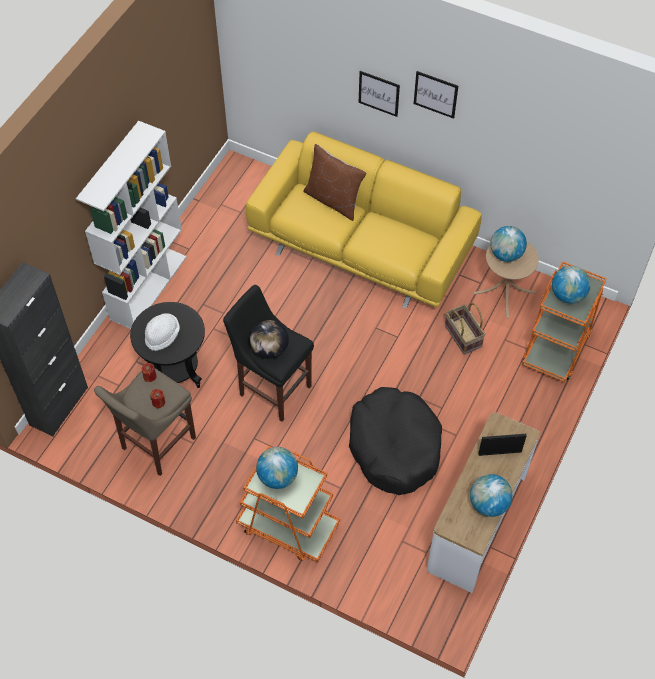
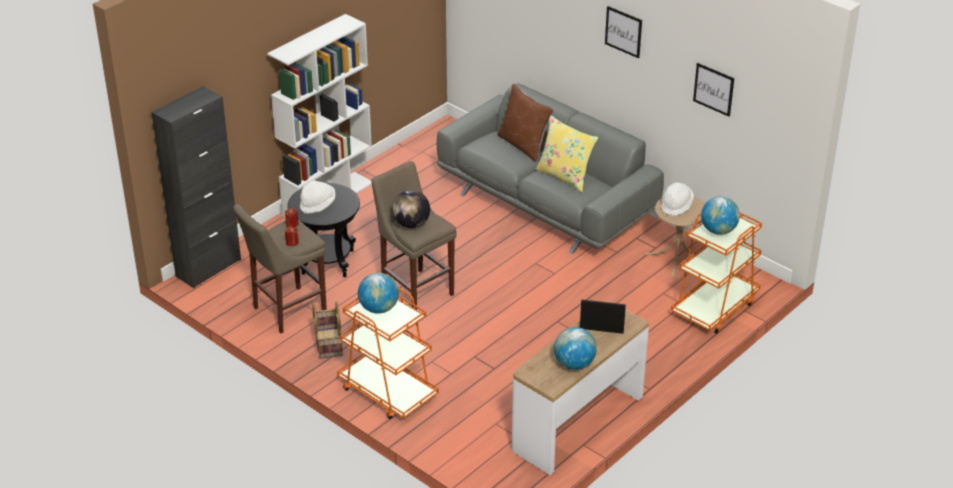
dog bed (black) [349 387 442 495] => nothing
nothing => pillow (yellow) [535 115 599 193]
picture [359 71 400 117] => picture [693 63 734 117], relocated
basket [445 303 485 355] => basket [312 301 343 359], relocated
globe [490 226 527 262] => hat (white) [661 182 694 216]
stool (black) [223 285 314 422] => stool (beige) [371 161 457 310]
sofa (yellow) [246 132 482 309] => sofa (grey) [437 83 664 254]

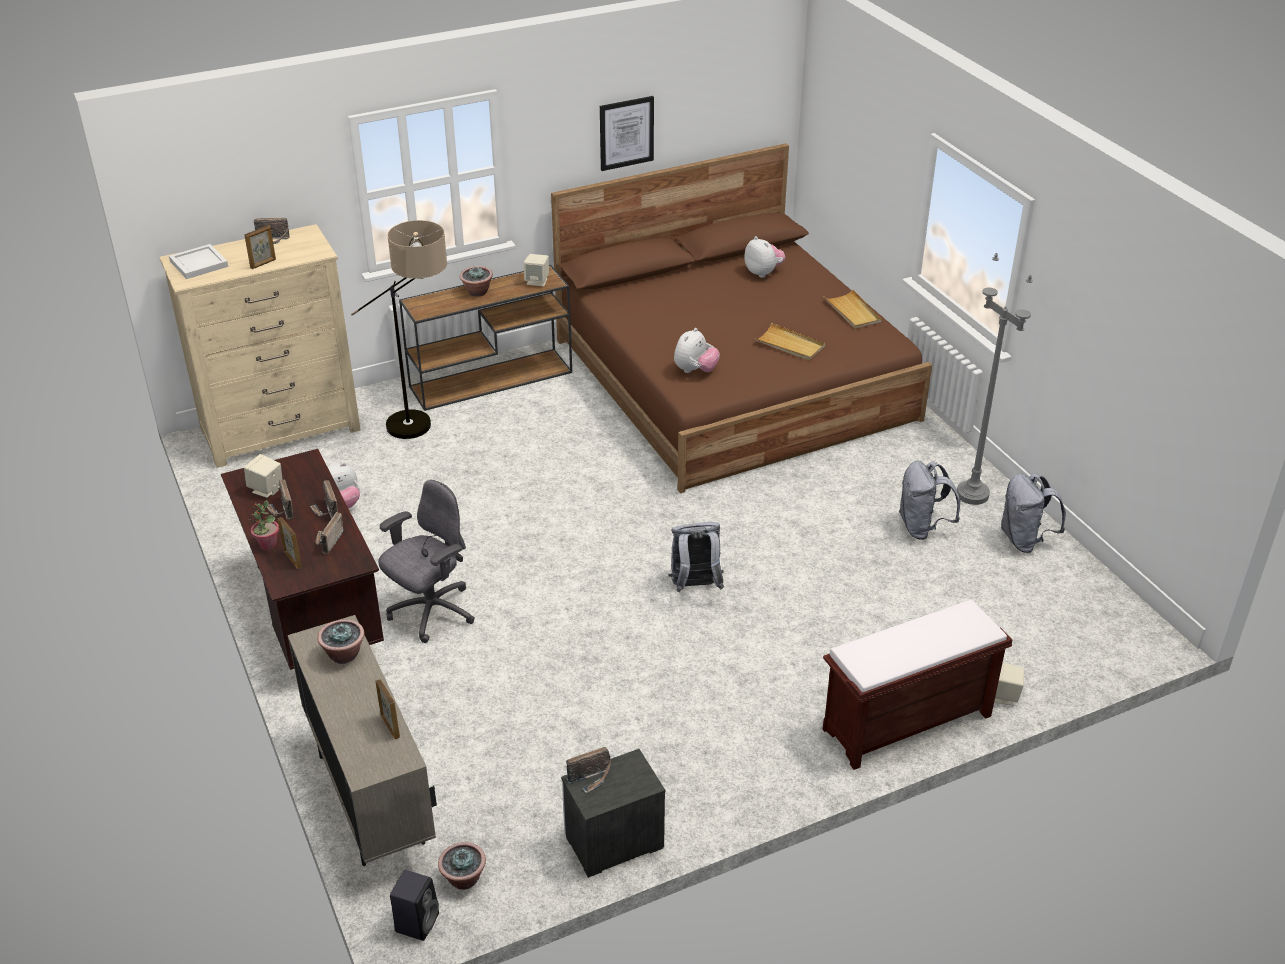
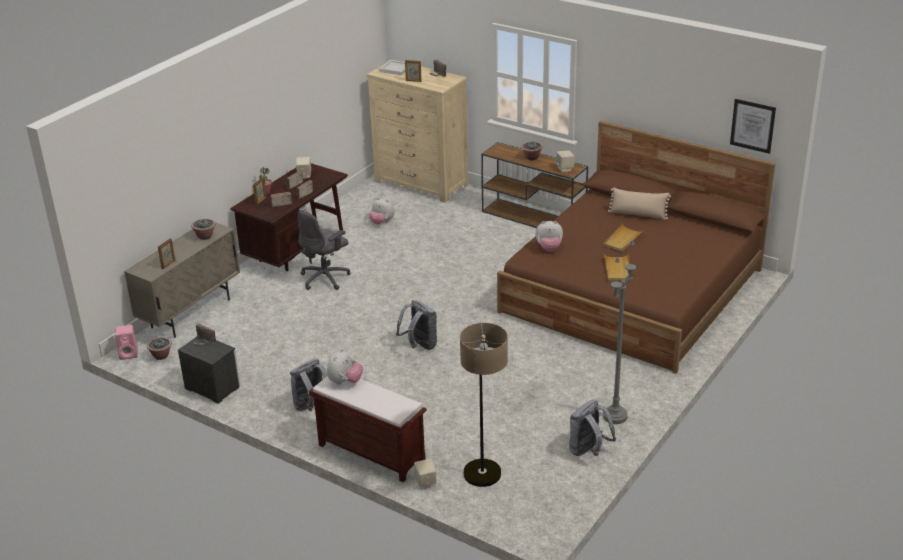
nothing => pillow (beige) [608 187 671 220]
floor lamp [351 220 447 439] => floor lamp [460 323 508 487], relocated
picture [600 96 654 171] => picture [730 99 776 154], relocated
plush toy [744 236 785 278] => plush toy [327 349 363 385], relocated
tray (beige) [823 289 882 329] => tray (beige) [603 224 644 252], relocated
backpack (grey) [899 461 960 540] => backpack (grey) [290 359 327 411], relocated
speaker (black) [390 870 439 941] => speaker (pink) [115 325 138 360]
office chair (grey) [378 480 475 643] => office chair (grey) [298 210 350 290], 120 degrees clockwise

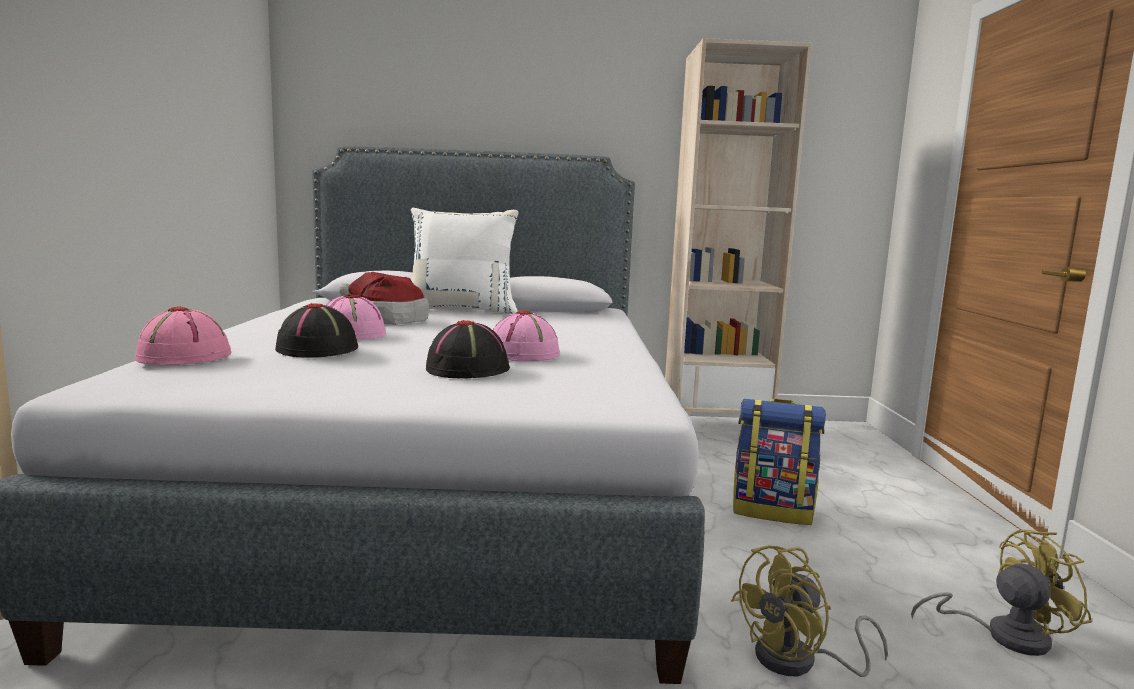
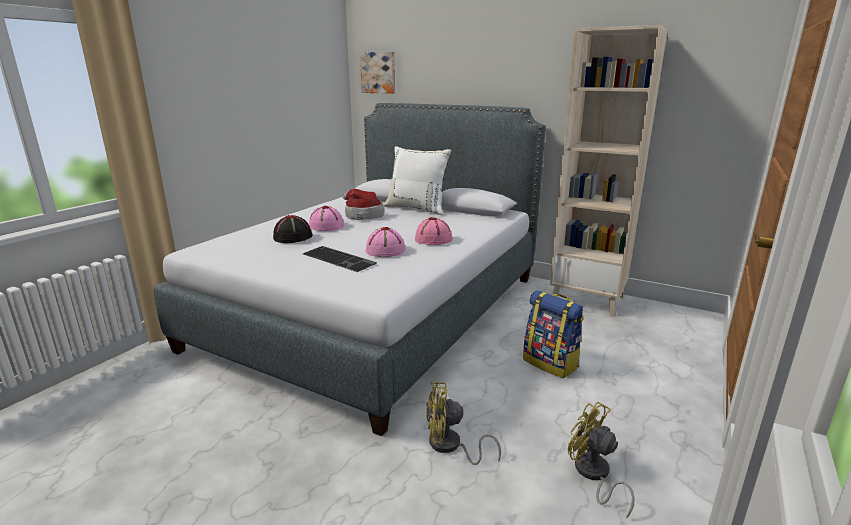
nothing => picture [360 51 395 94]
hat (pink) [135 306 231 365] => hat (pink) [415 217 453 245], relocated
hat (black) [426 320 510 378] => keyboard [303 246 377 272]
fan (yellow) [911 530 1092 656] => fan (yellow) [568 402 635 518], 150 degrees counterclockwise

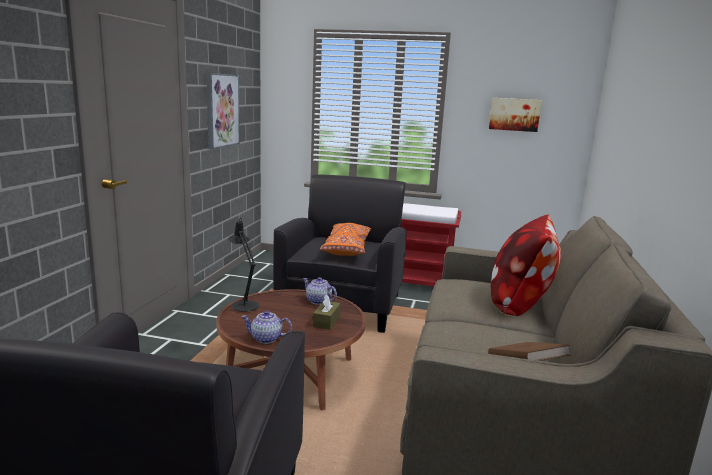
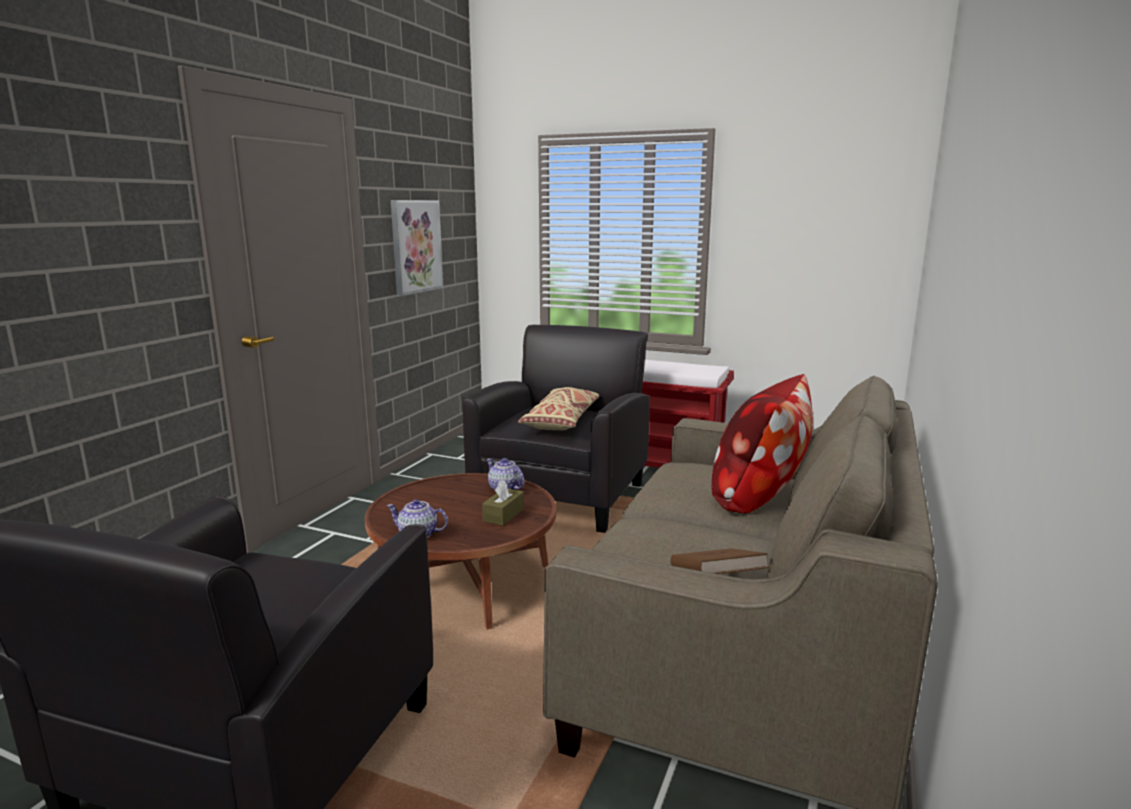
table lamp (black) [228 219 259 312] => nothing
picture [489 98 542 132] => nothing
pillow (orange) [320 223 371 256] => pillow (beige) [518 387 599 430]

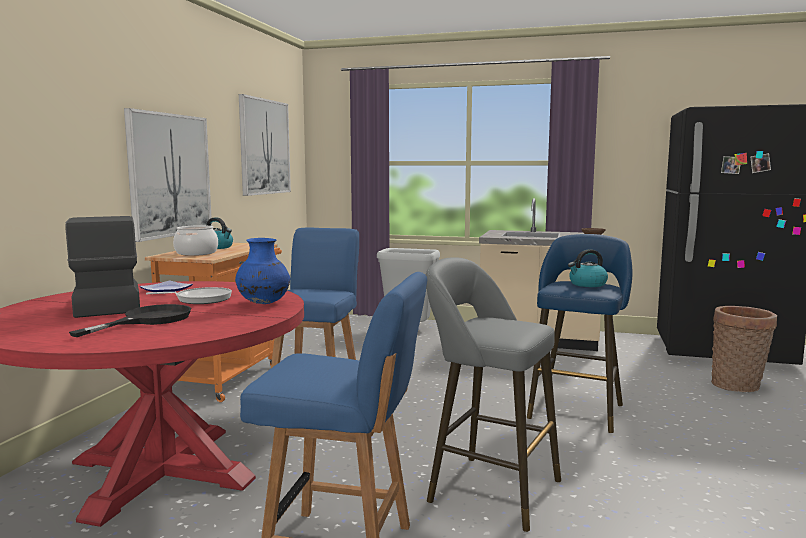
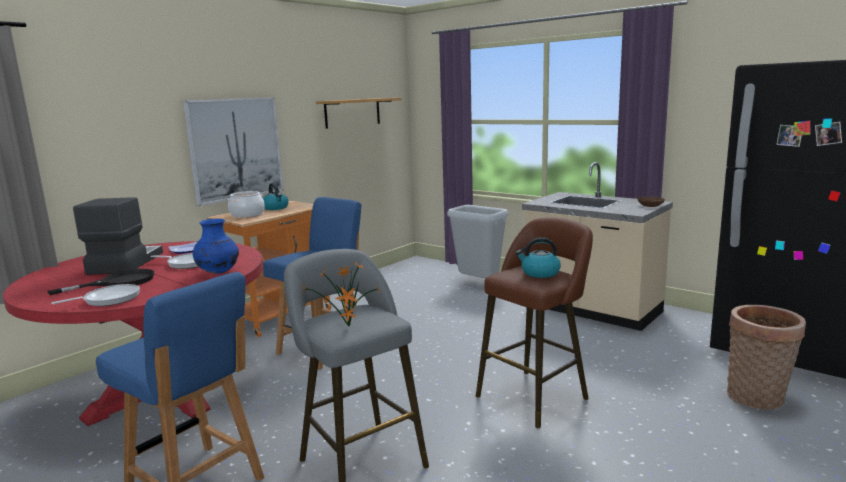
nothing => frying pan [51 284 140 306]
nothing => potted plant [302 262 380 326]
picture [239 94 291 196] => shelf [316 98 402 129]
stool (blue) [527 234 632 433] => stool (brown) [476 217 593 428]

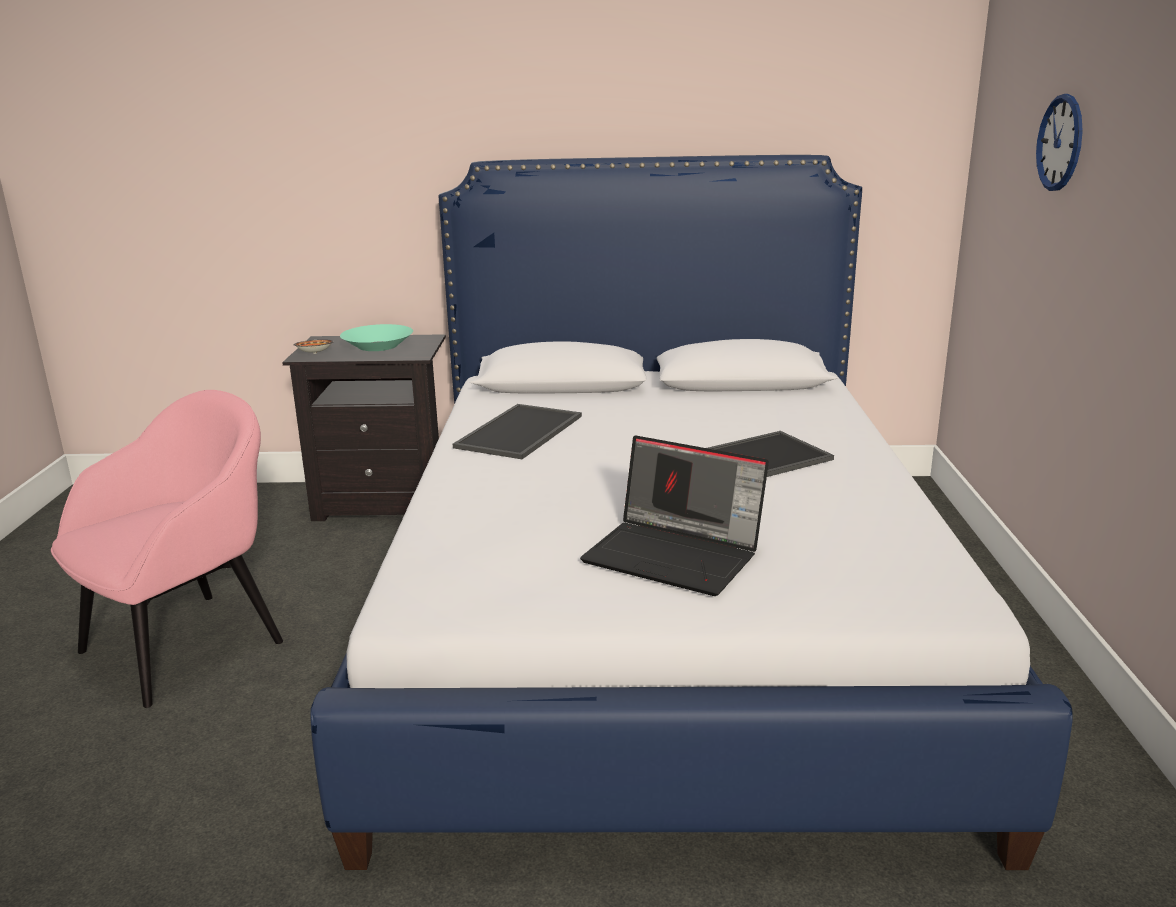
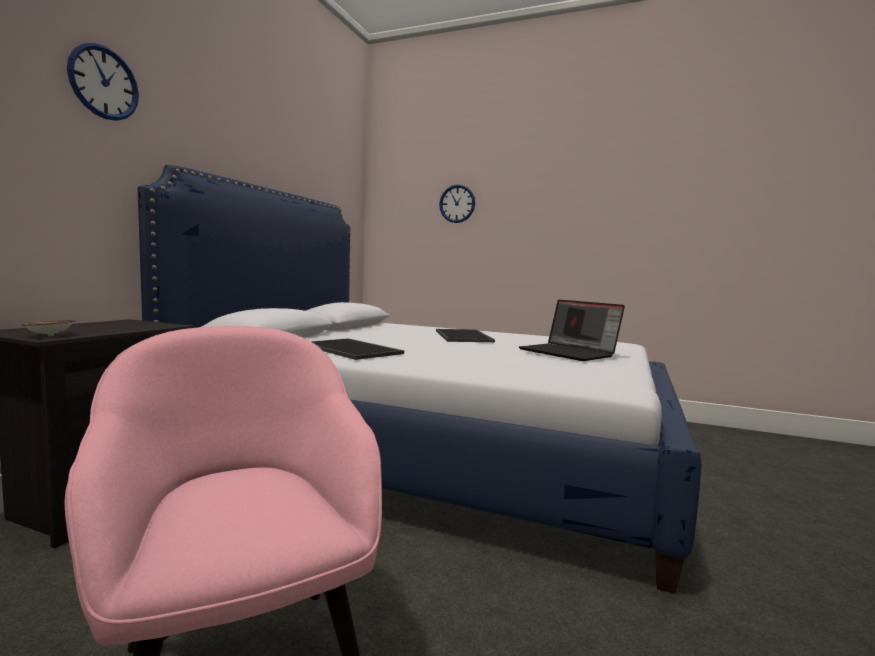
bowl (turquoise) [340 324 413 351] => nothing
nothing => wall clock [67 43 139 121]
laptop [580 435 769 596] => laptop [519 300 625 361], 90 degrees clockwise

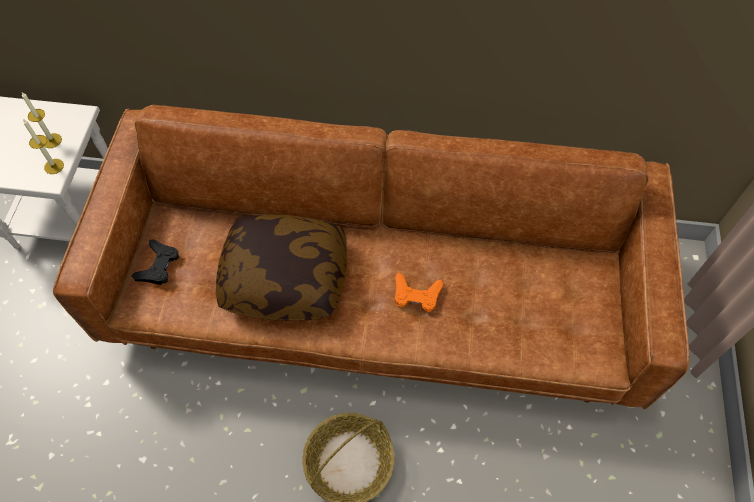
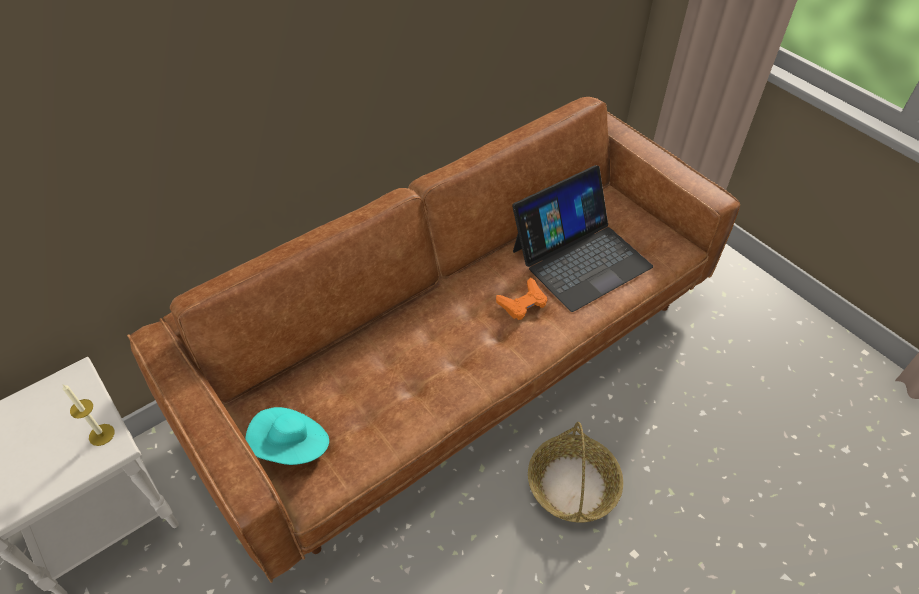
candle [22 92 62 148] => nothing
pillow [216 215 347 321] => nothing
nothing => laptop [512 165 653 312]
game controller (black) [131 239 179 285] => hat (turquoise) [245 407 329 465]

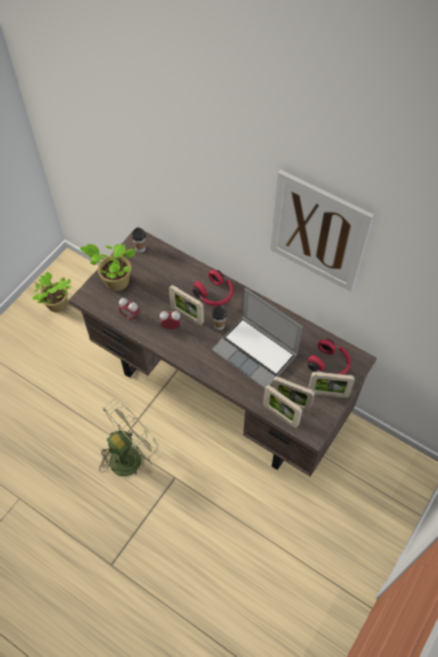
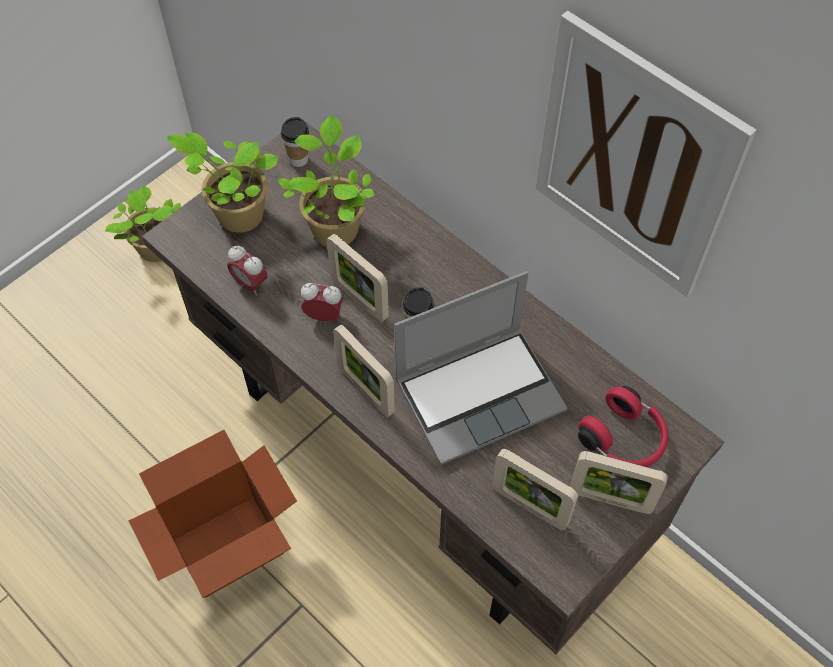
headphones (red) [192 270 233 306] => nothing
nothing => potted plant [278 114 375 247]
picture frame [263 385 302 428] => picture frame [333 325 395 418], relocated
fan (green) [99 400 162 476] => cardboard box [128 430 297 598]
laptop [212 288 303 389] => laptop [395 271 568 465], 75 degrees counterclockwise

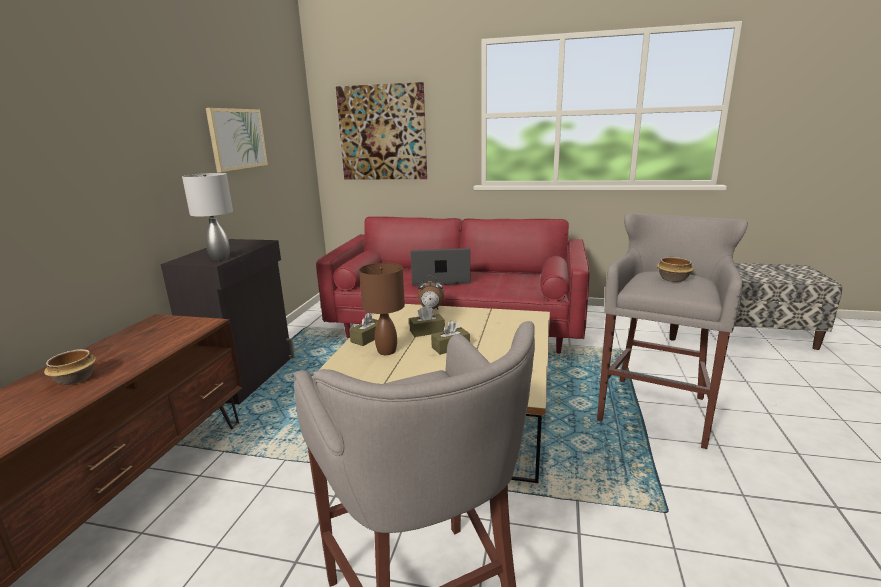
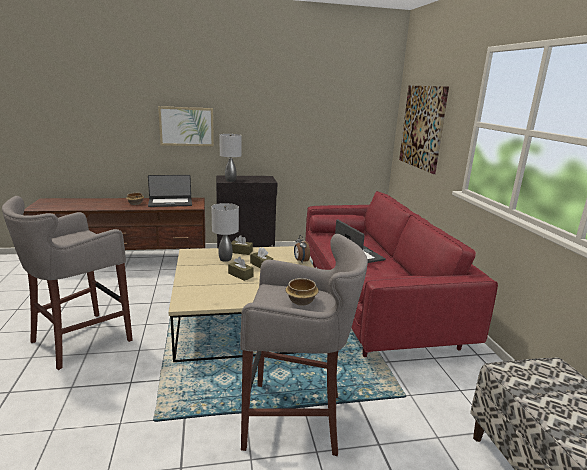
nothing => laptop [148 175 192 207]
picture [206 108 268 172] => picture [158 106 214 146], relocated
table lamp (brown) [359 263 405 355] => table lamp (grey) [211 203 239 262]

